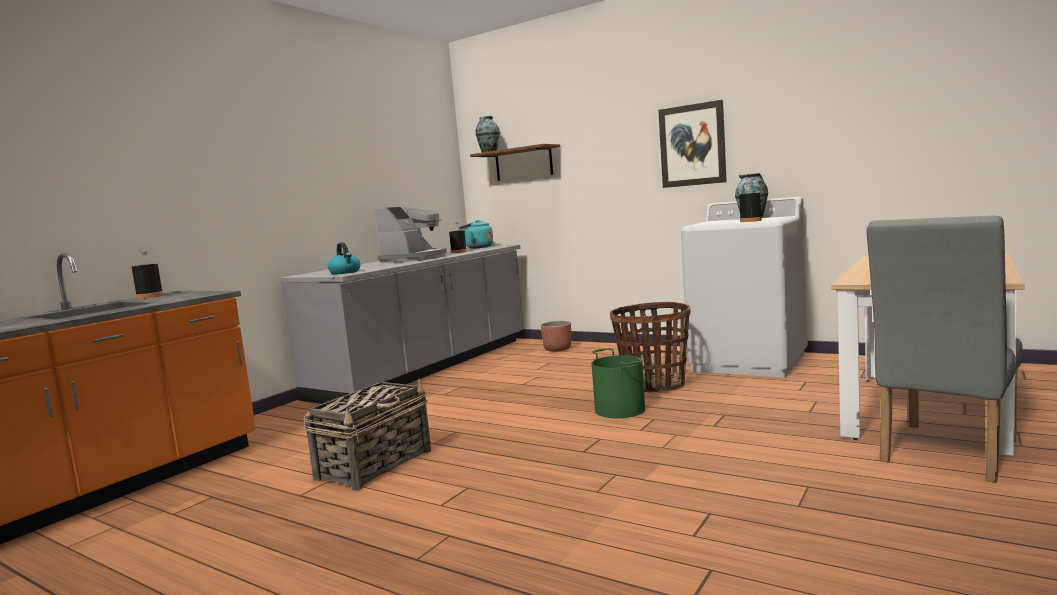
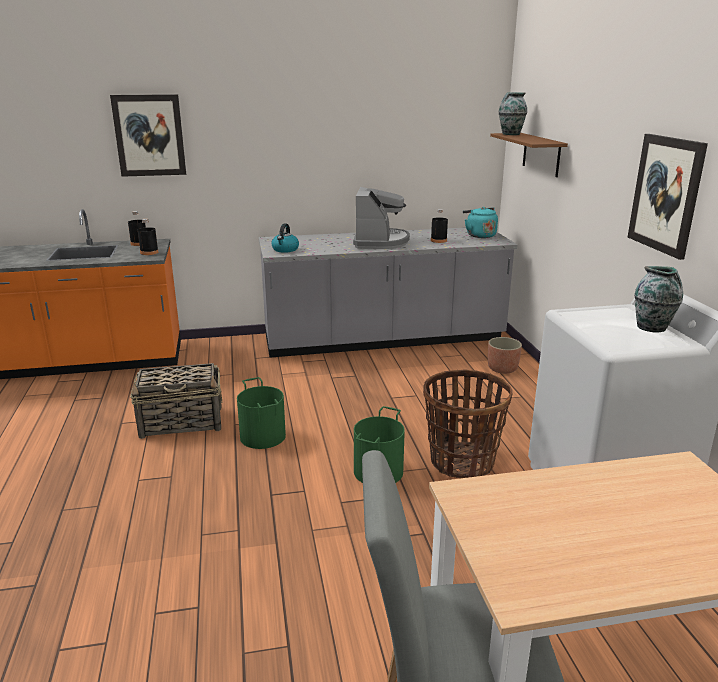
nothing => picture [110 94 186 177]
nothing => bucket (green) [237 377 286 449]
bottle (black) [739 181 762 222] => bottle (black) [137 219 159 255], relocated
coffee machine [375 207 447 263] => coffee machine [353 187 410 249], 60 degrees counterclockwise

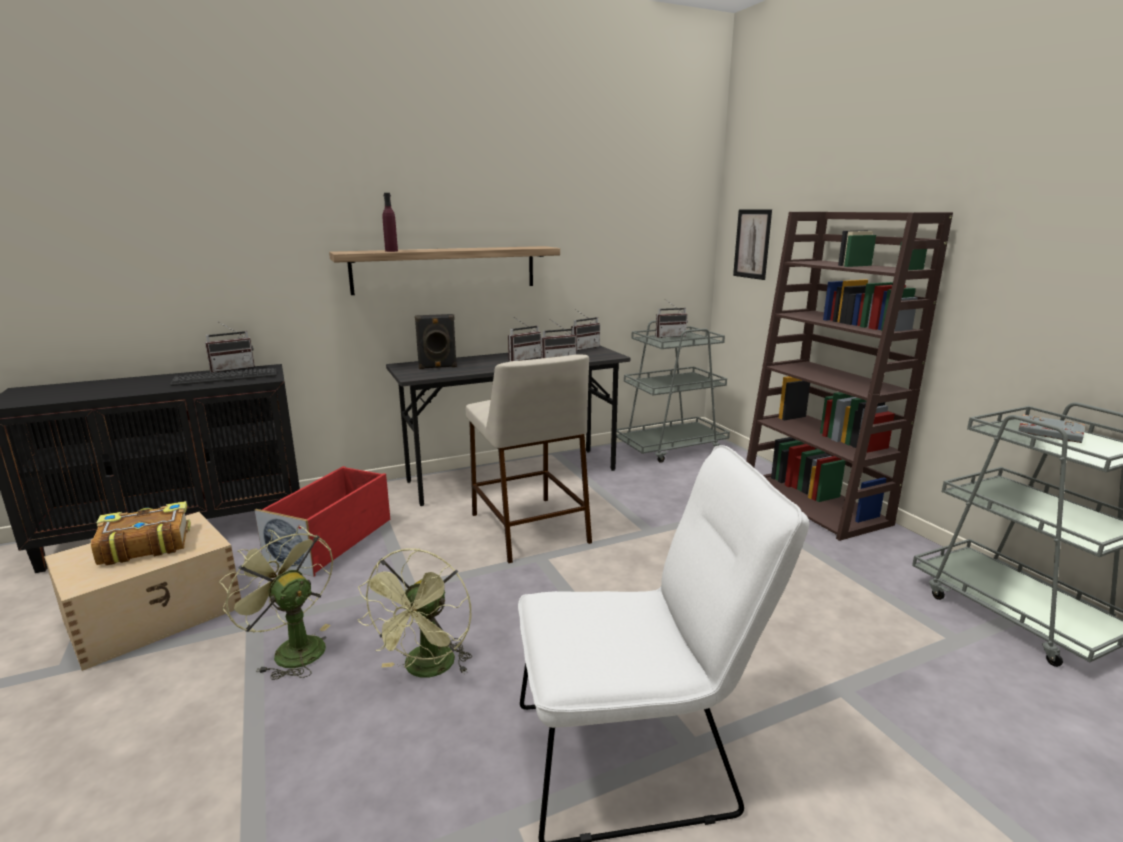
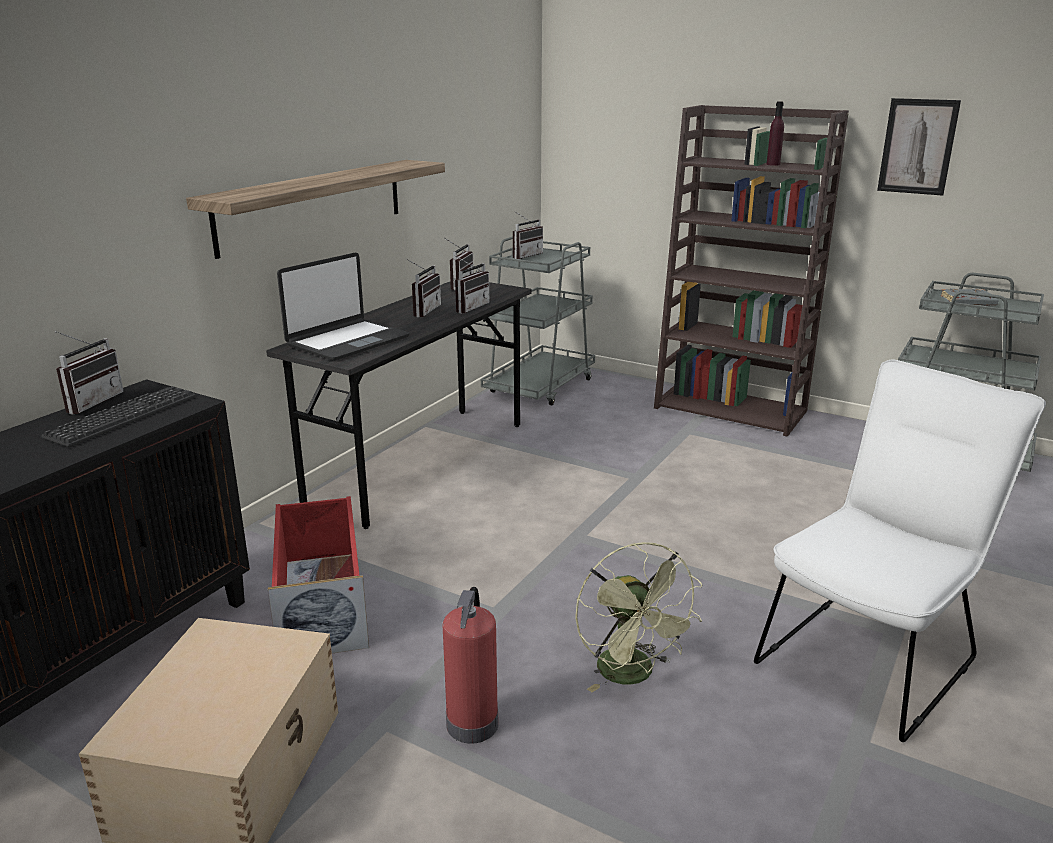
book [91 501 191 565] => nothing
stool (beige) [466 355 592 563] => nothing
bottle (purple) [382 193 398 252] => bottle (purple) [766 101 784 166], relocated
picture [733 209 772 280] => picture [877 98 961 196], relocated
fan (green) [219 526 333 680] => fire extinguisher [443 587 498 744]
speaker (black) [415 314 457 369] => laptop [277 253 410 361]

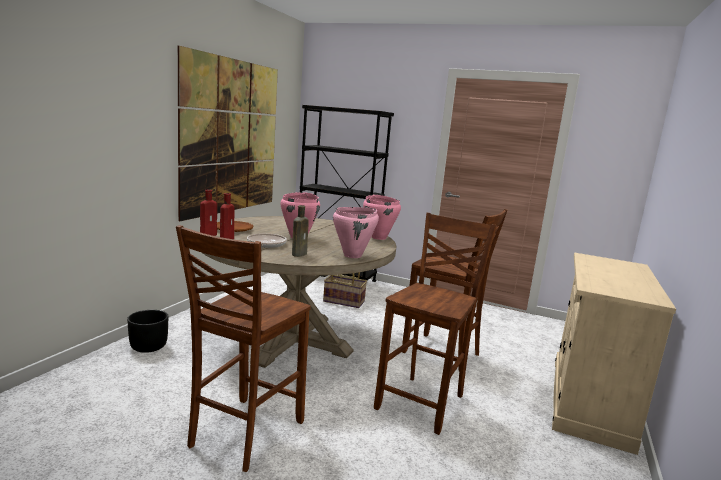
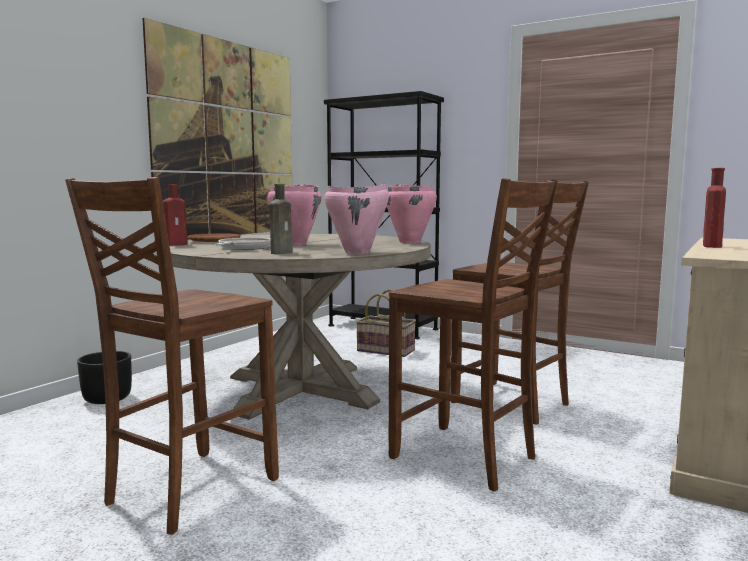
bottle (red) [220 193 234 239] => bottle (red) [703 168 726 248], relocated
chair (brown) [374 213 497 435] => chair (brown) [389 178 558 492], 90 degrees clockwise

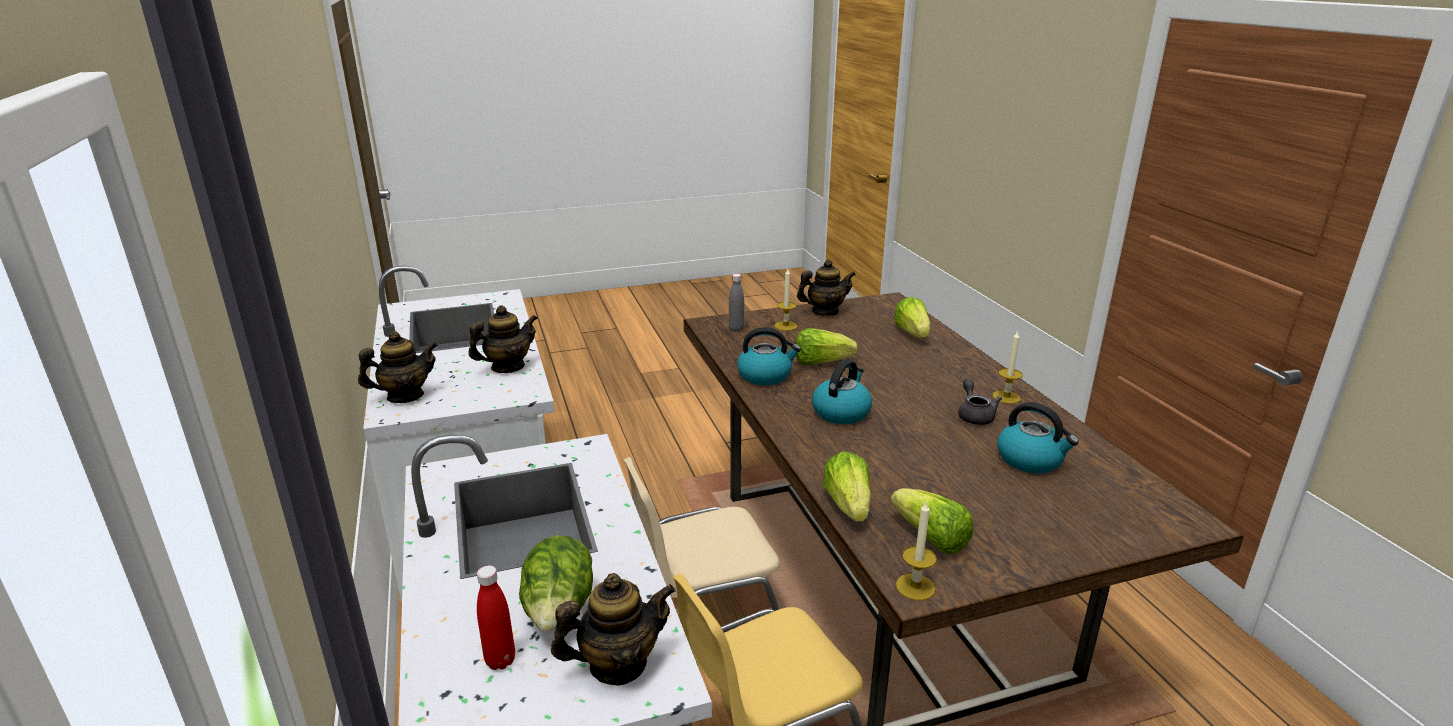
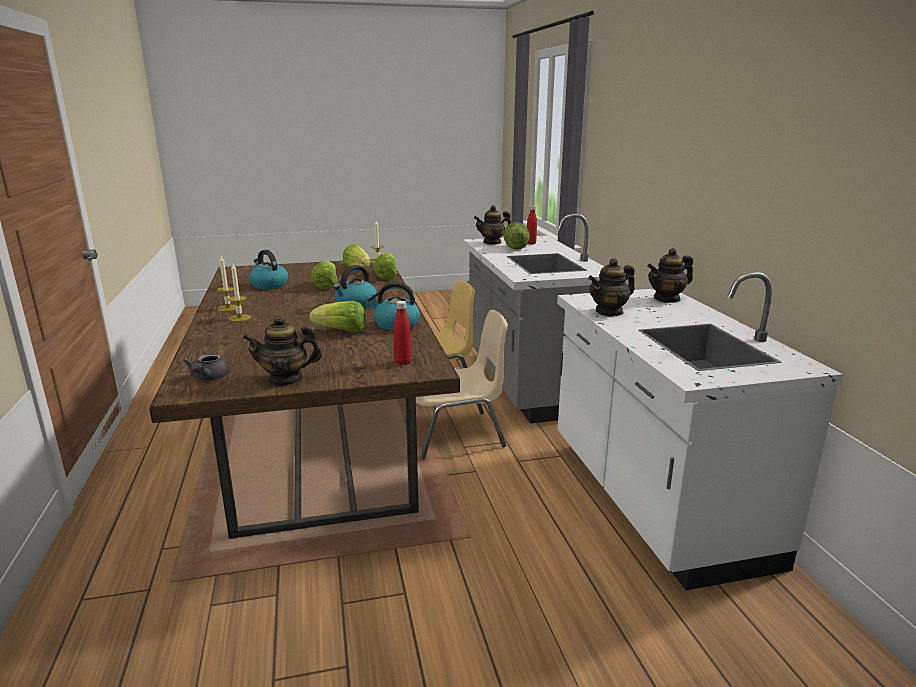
candle [775 269 797 331] => candle [228 264 251 322], relocated
lettuce [894 297 930 338] => lettuce [311 261 337 290], relocated
teapot (grey) [958 379 1002 425] => teapot (grey) [183 353 229 381], relocated
bottle (grey) [729 274 744 332] => bottle (red) [394 301 412 365]

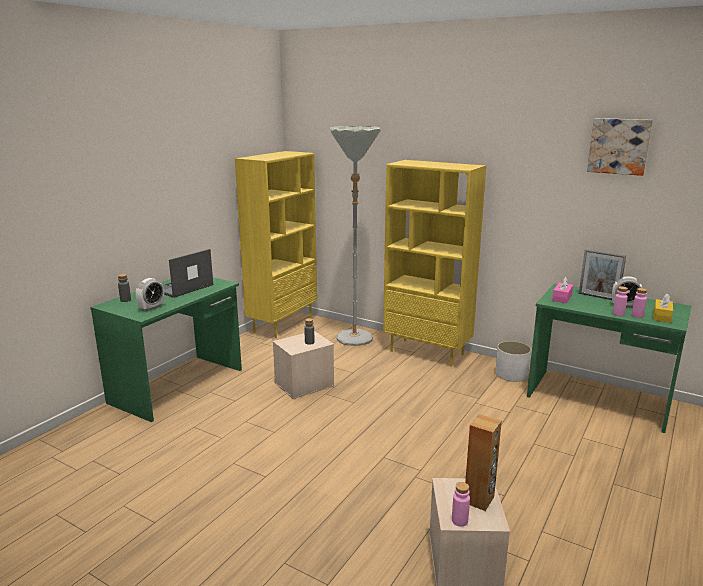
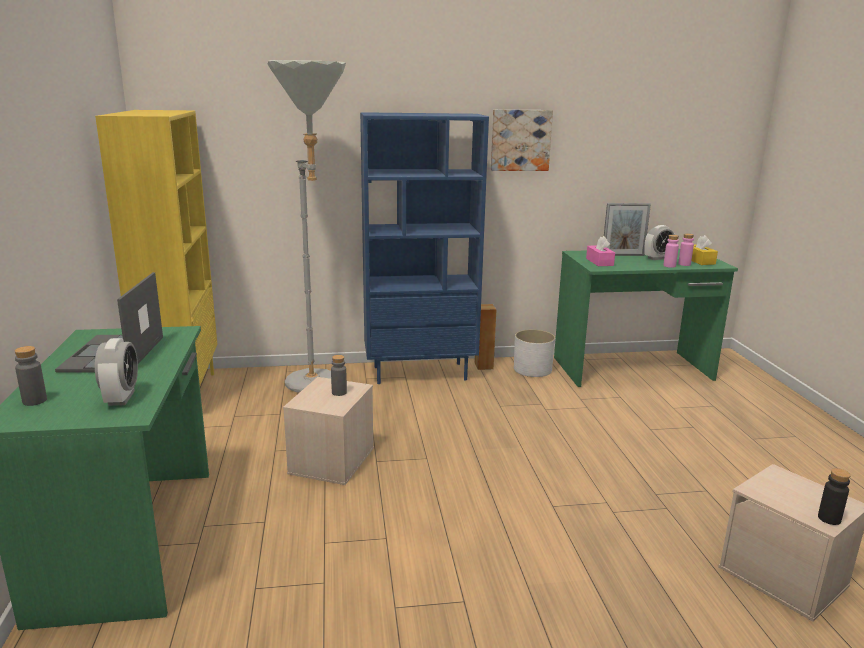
speaker (brown) [465 414 502 511] => speaker (brown) [475 304 497 370], relocated
picture [587 118 653 176] => picture [491 109 553 171], relocated
bookcase (yellow) [383 160 486 367] => bookcase (blue) [360 112 489 384]
bottle (pink) [452 482 470 526] => bottle (black) [818 468 851 525]

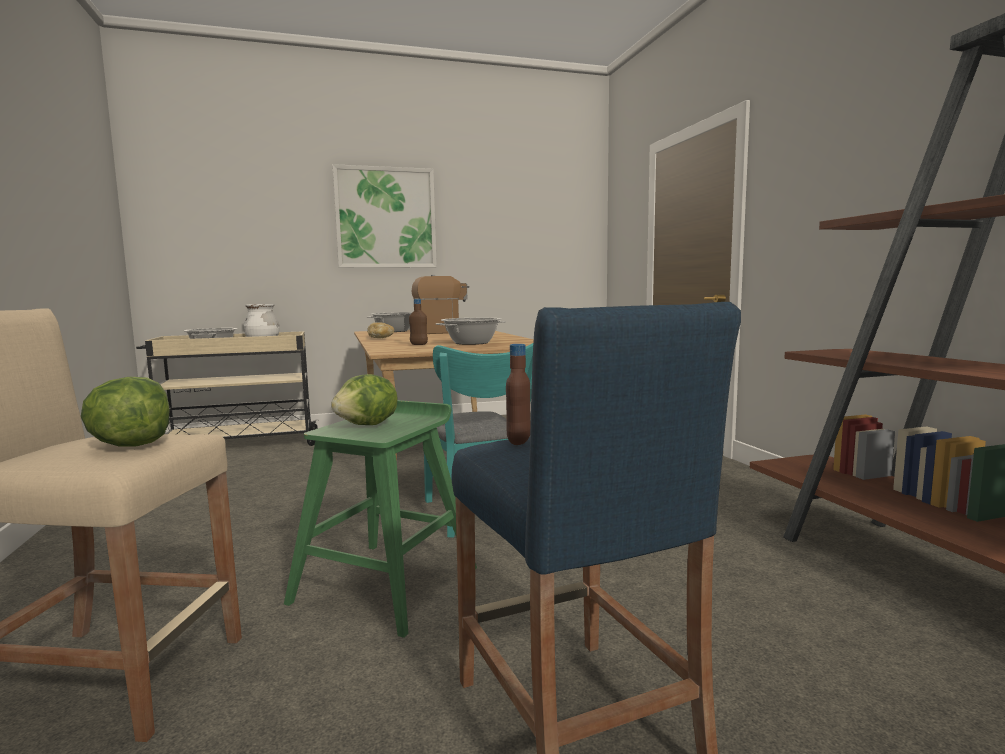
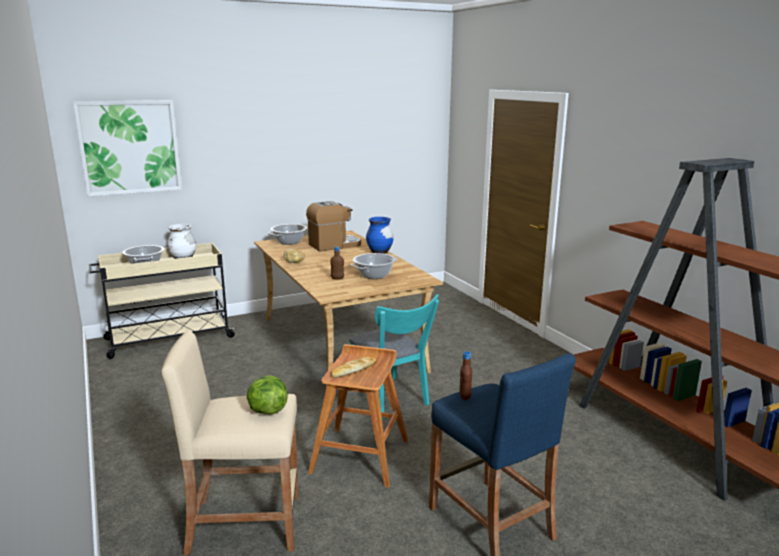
nothing => vase (blue) [366 217 394 254]
picture [333 164 437 268] => picture [73 100 182 197], relocated
lettuce [331 374 398 425] => bread [331 356 377 378]
stool (green) [284 400 477 638] => stool (brown) [308 344 408 488]

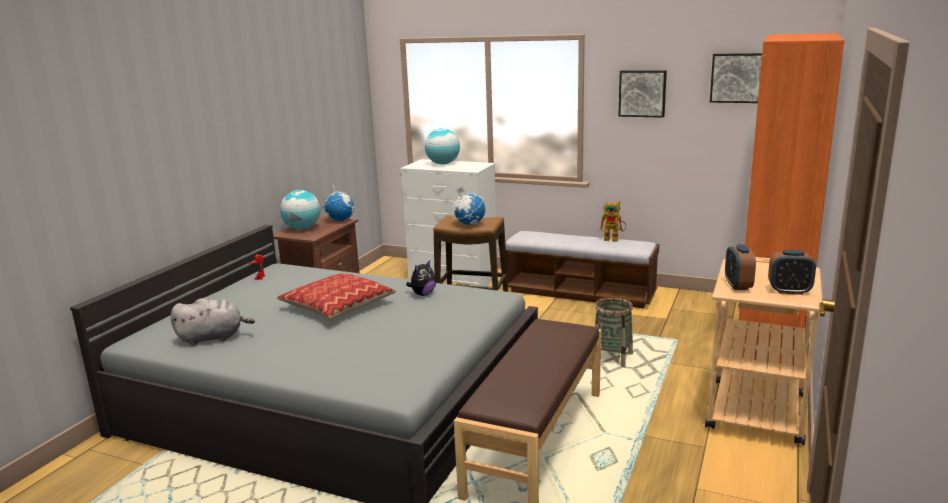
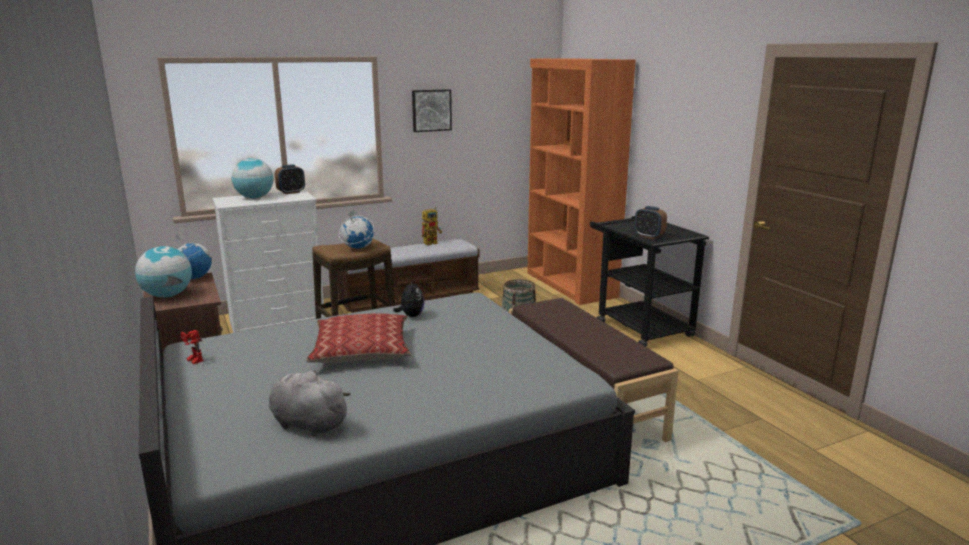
picture [710 53 762 103] => nothing
alarm clock [768 250 816 295] => alarm clock [275 164 305 194], relocated
cart (beige) [705 257 822 445] => cart (black) [590 216 709 347]
plush toy (grey) [171 298 255 345] => plush toy (grey) [269 370 351 437], 90 degrees counterclockwise

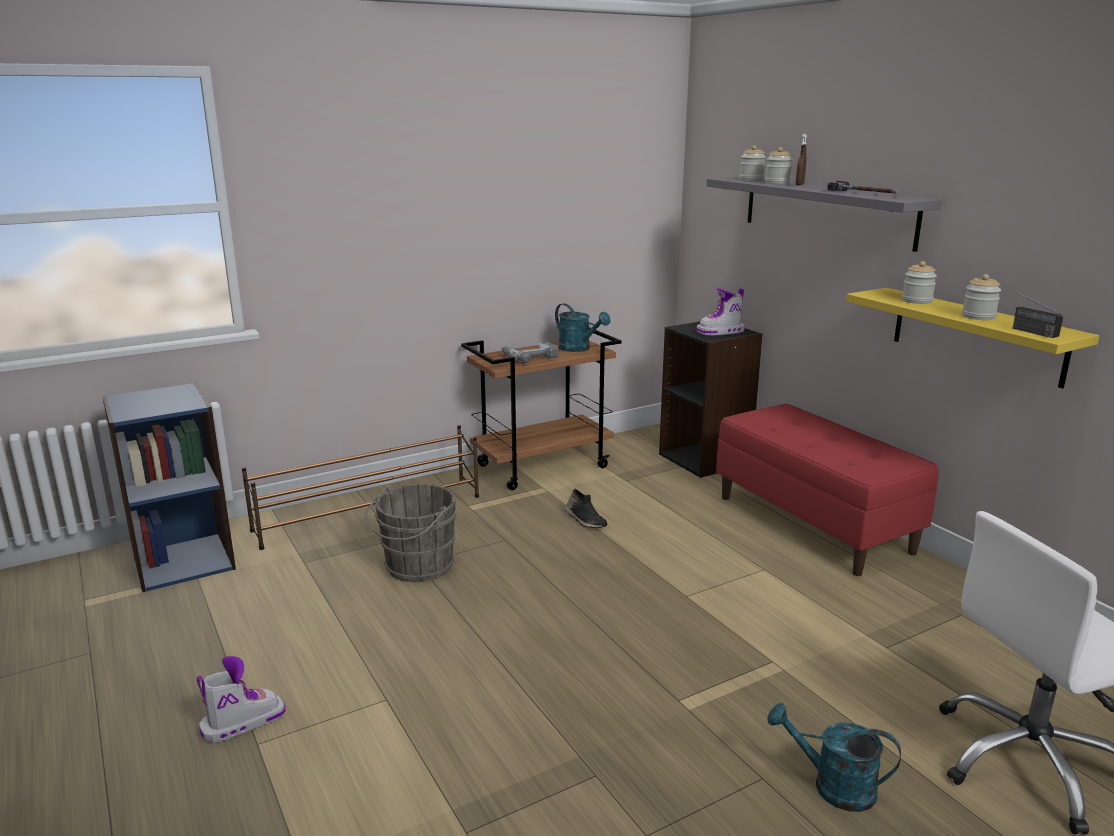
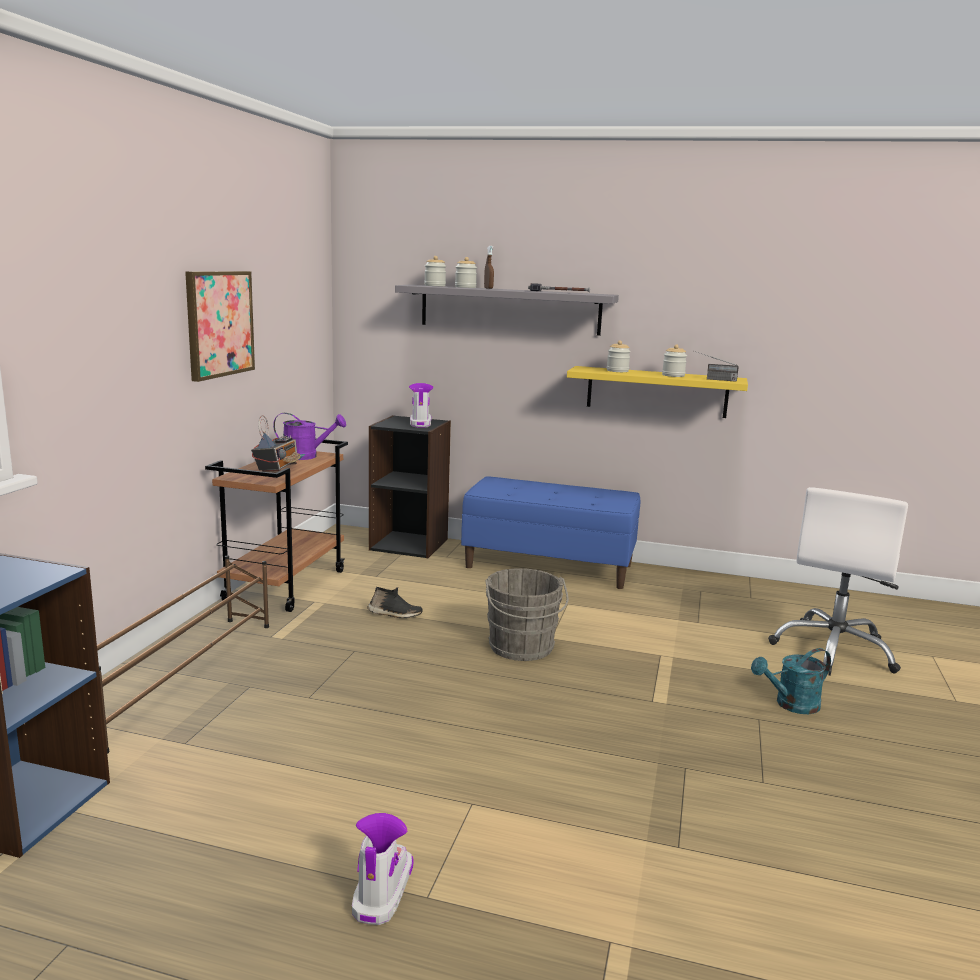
nothing => picture [185 271 255 382]
bucket (grey) [365 484 457 582] => bucket (grey) [485 568 569 661], relocated
power drill [502 342 558 363] => radio [251 415 301 473]
watering can (turquoise) [555 303 610 352] => watering can (purple) [273 413 346 460]
bench (red) [716 404 939 576] => bench (blue) [461 476 640 589]
boot [696 288 745 336] => boot [409 383 434 428], 150 degrees clockwise

